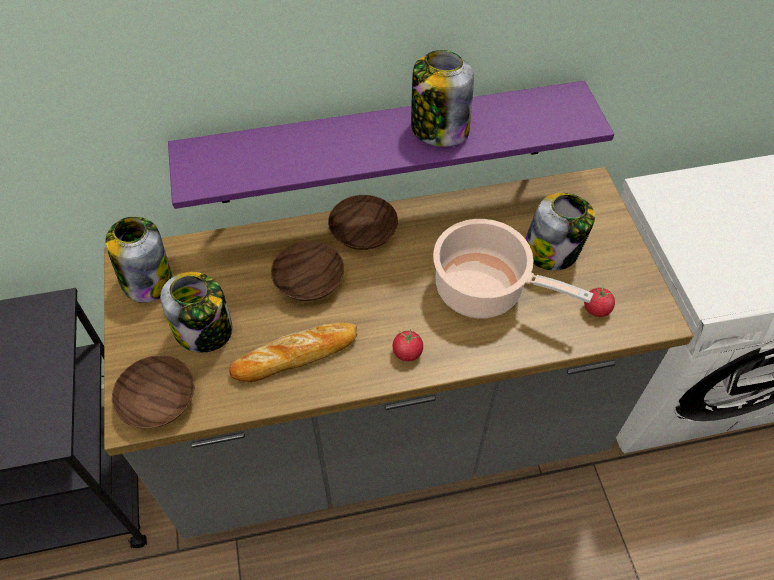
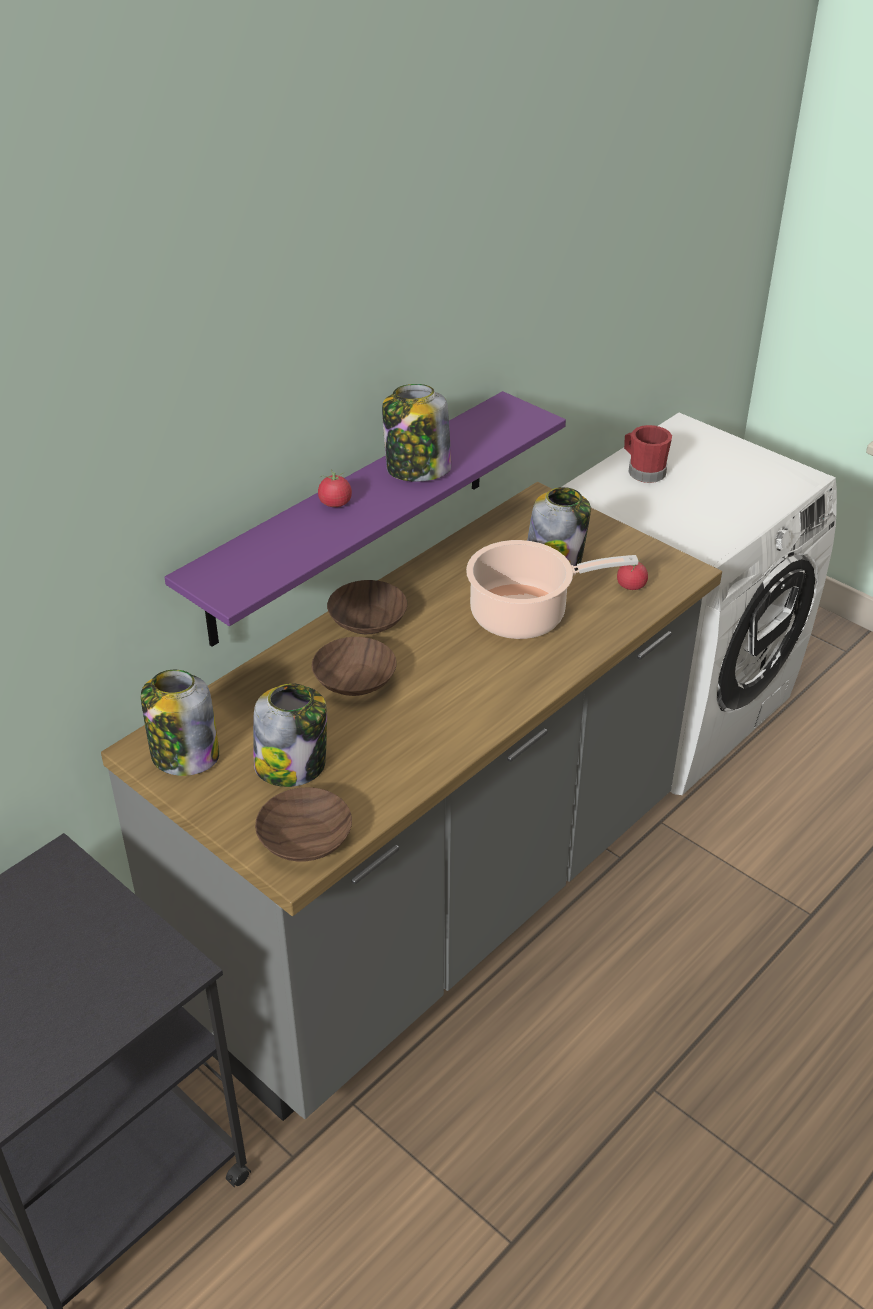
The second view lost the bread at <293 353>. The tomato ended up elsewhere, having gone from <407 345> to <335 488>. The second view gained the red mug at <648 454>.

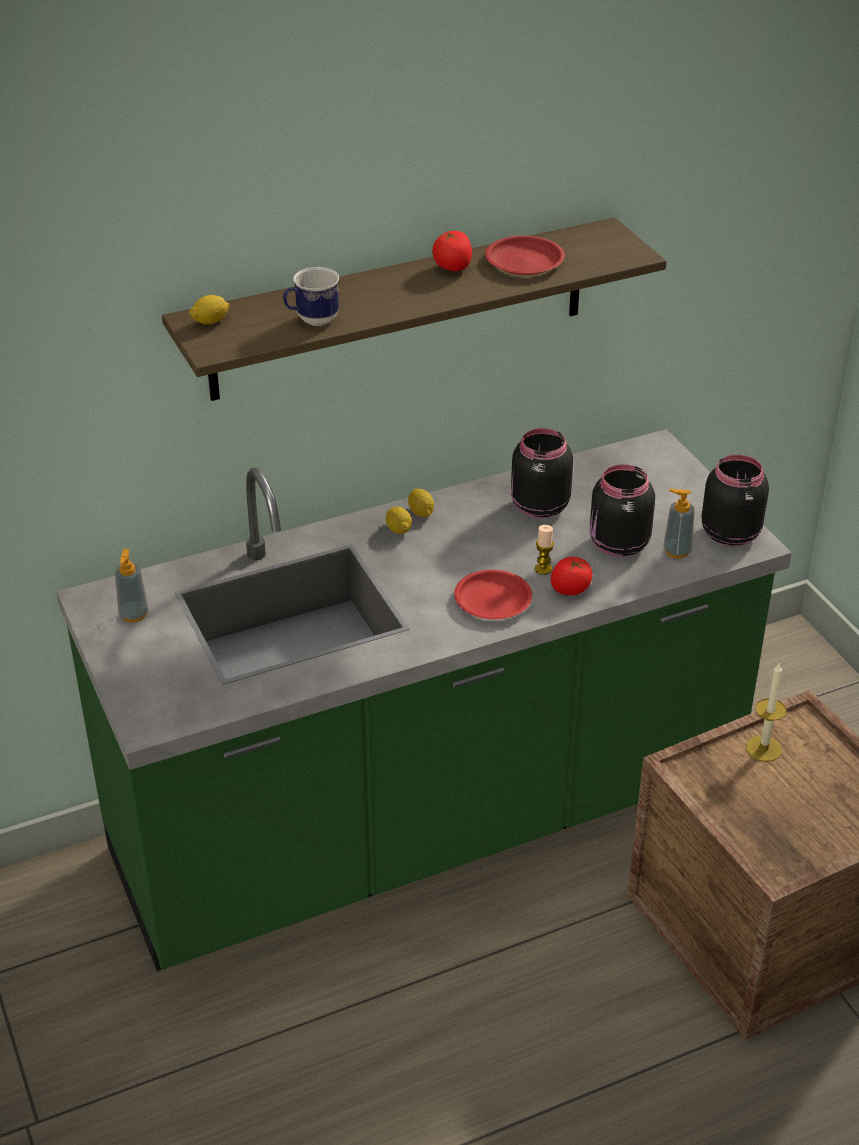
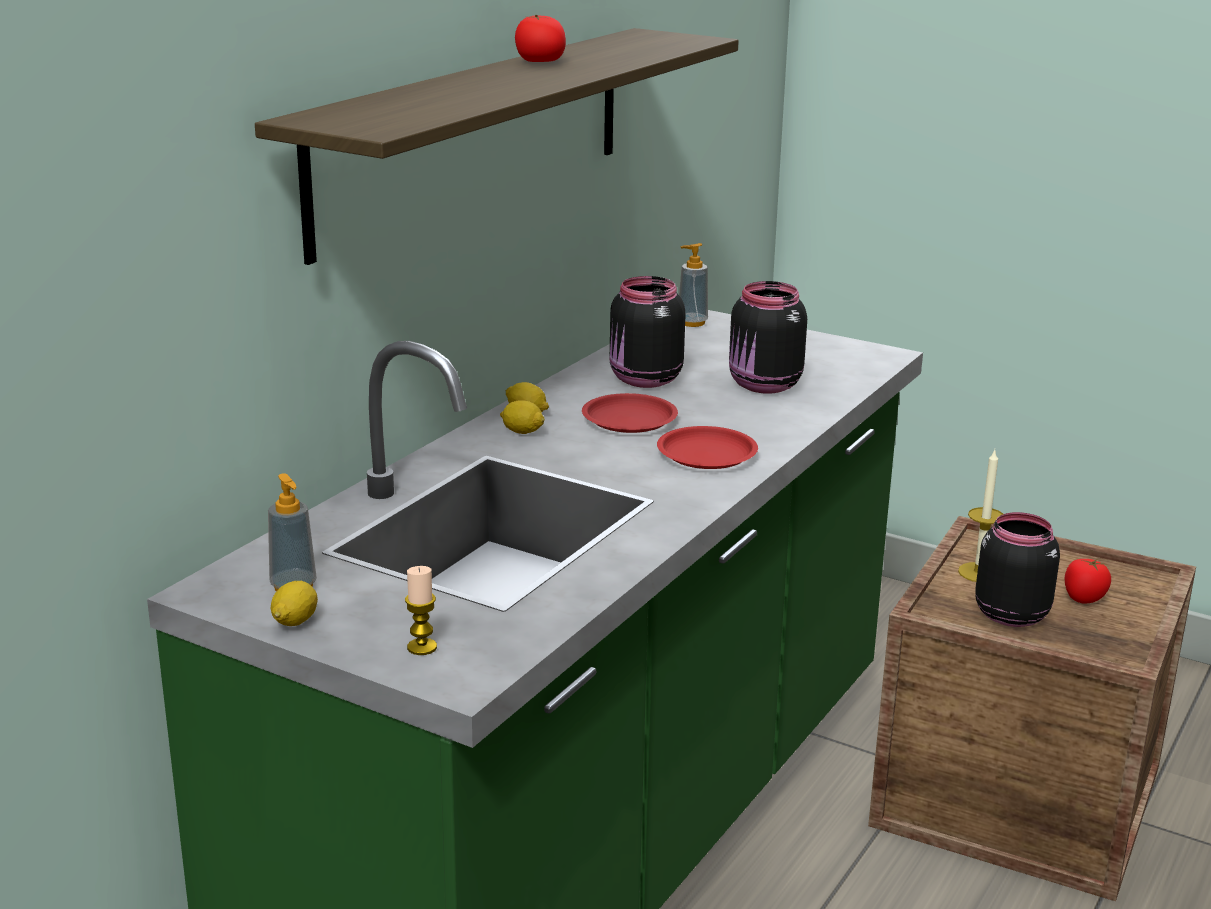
The red plate ended up elsewhere, having gone from <525 255> to <630 413>. The second view lost the mug at <311 296>. The lemon ended up elsewhere, having gone from <209 309> to <294 603>. The black jar ended up elsewhere, having gone from <735 501> to <1017 569>. The soap dispenser ended up elsewhere, having gone from <679 523> to <693 285>. The candle ended up elsewhere, having gone from <544 550> to <421 610>. The tomato ended up elsewhere, having gone from <571 576> to <1088 581>.

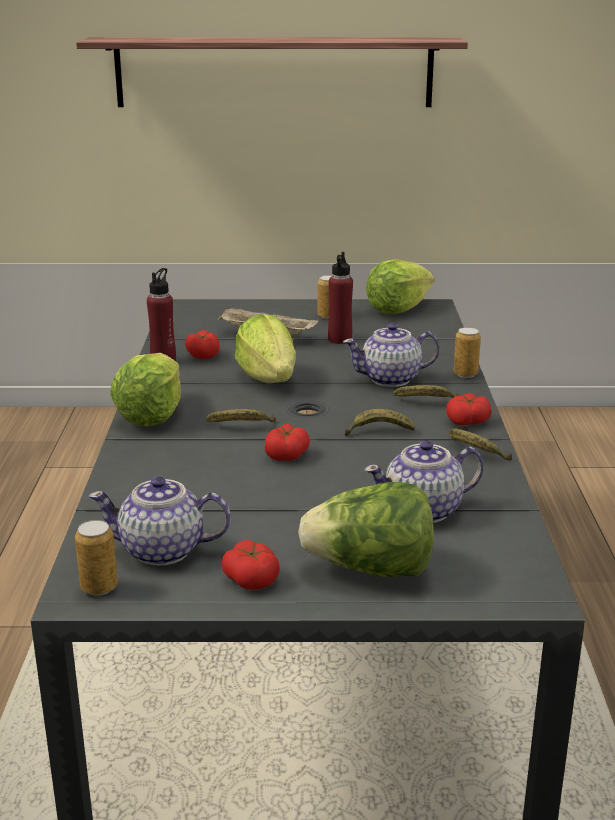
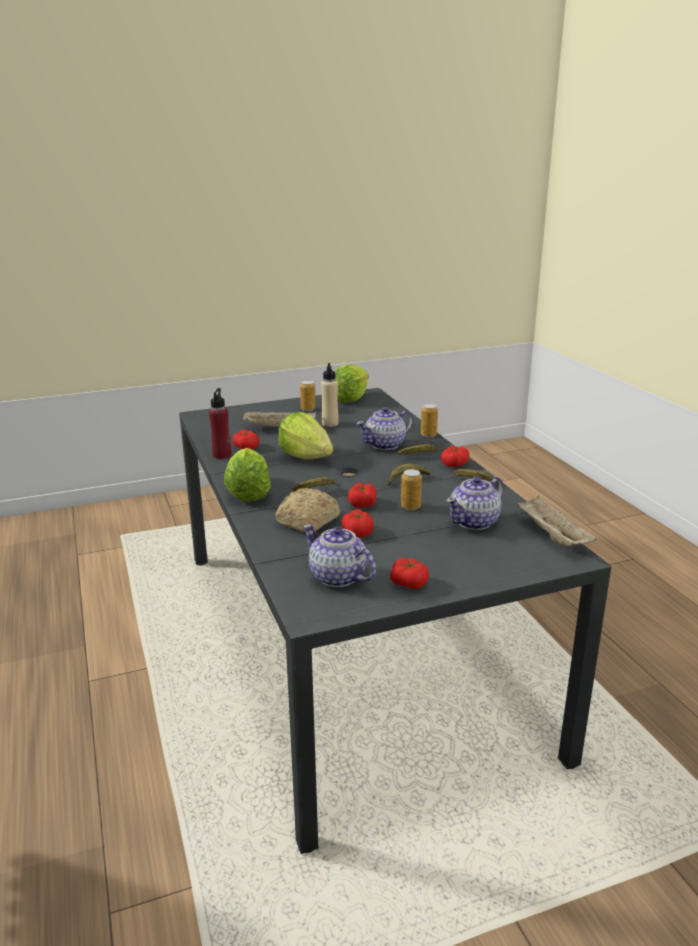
The second view lost the shelf at <272 72>. What was the red bottle at <340 298> turned into the beige bottle at <330 395>. The teapot at <159 521> ended up facing another way, 60 degrees clockwise from before. The second view lost the lettuce at <366 529>. The can ended up elsewhere, having gone from <96 558> to <411 489>. The second view gained the bread at <307 510>. The second view gained the beige tray at <556 521>. The second view gained the tomato at <357 523>.

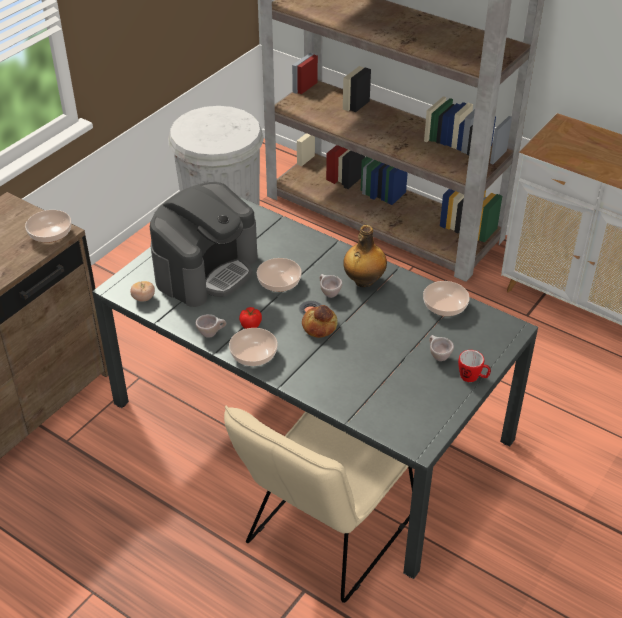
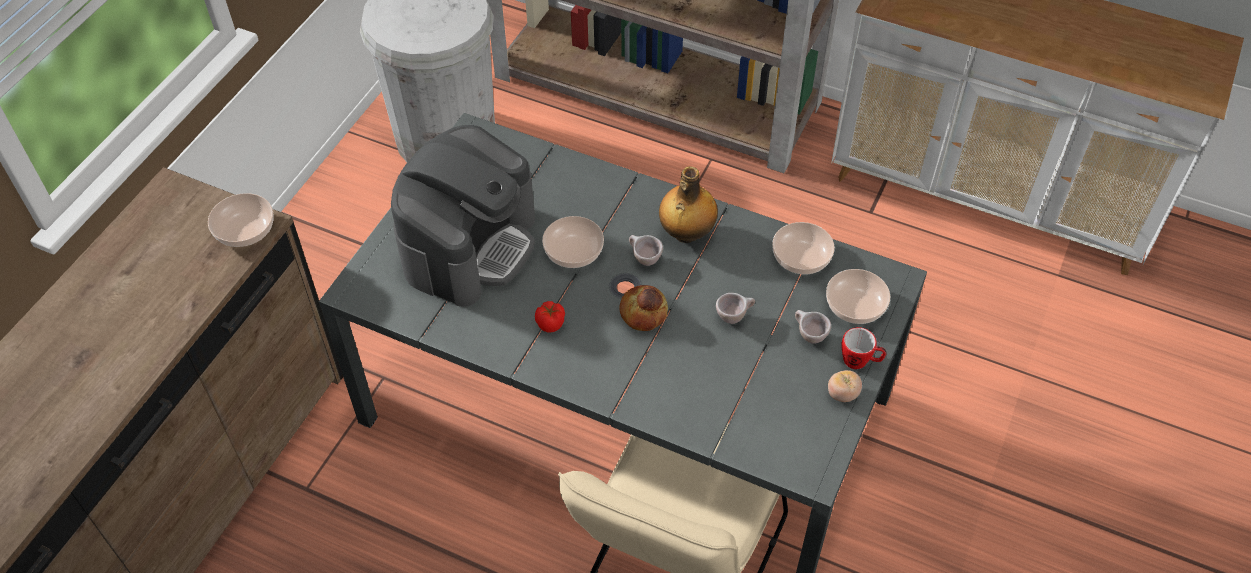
The tomato ended up elsewhere, having gone from <142 291> to <845 386>. The beige cup ended up elsewhere, having gone from <211 326> to <735 308>. The bowl ended up elsewhere, having gone from <253 347> to <858 296>.

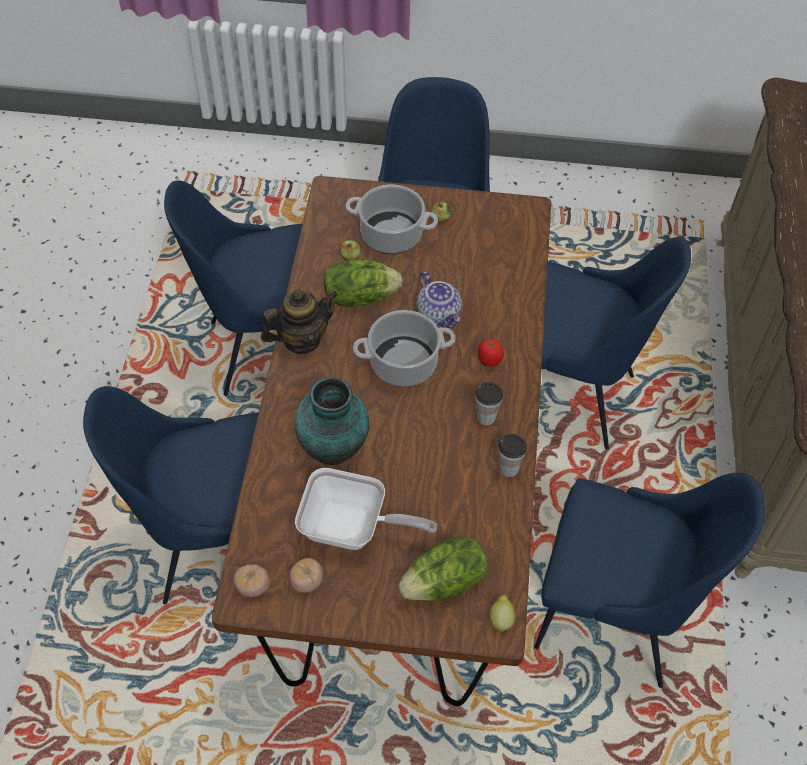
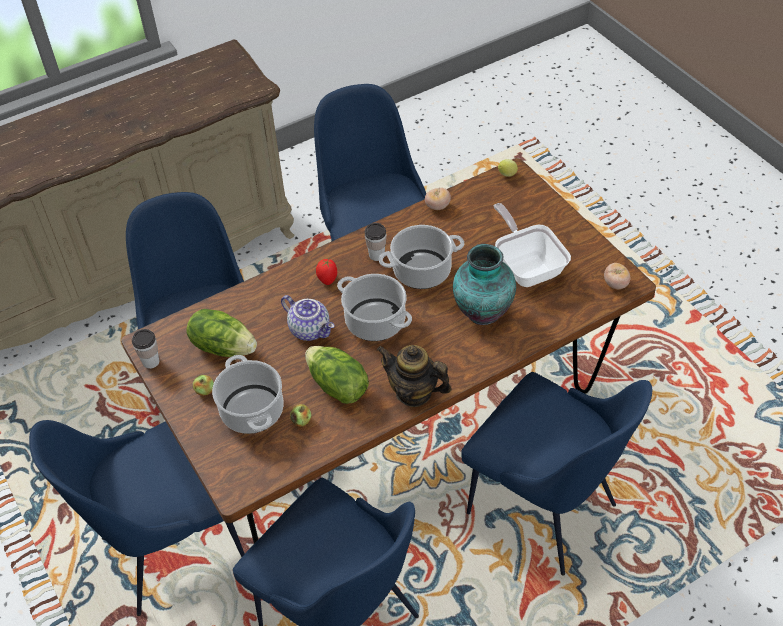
The teapot at <439 300> ended up facing another way, 105 degrees clockwise from before. The cup ended up elsewhere, having gone from <512 455> to <145 349>. The lettuce ended up elsewhere, having gone from <443 569> to <221 333>. The tomato ended up elsewhere, having gone from <306 575> to <438 199>. The second view gained the cooking pot at <421 257>.

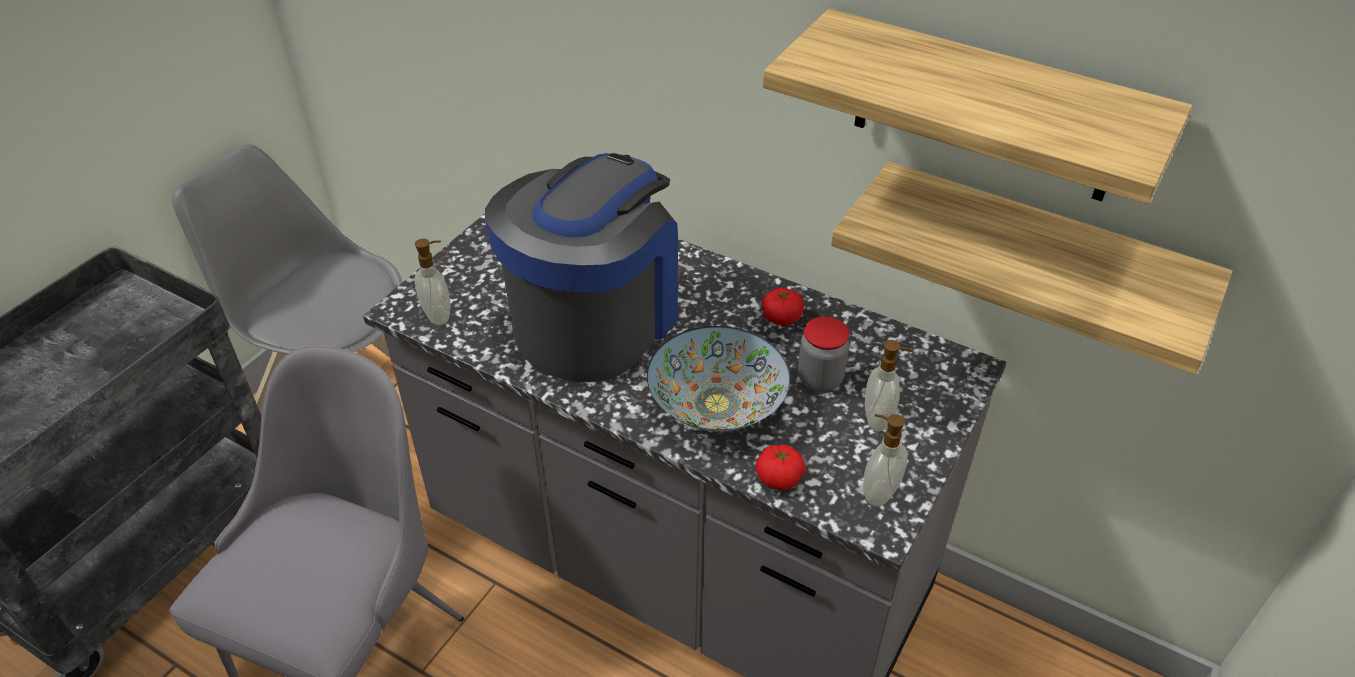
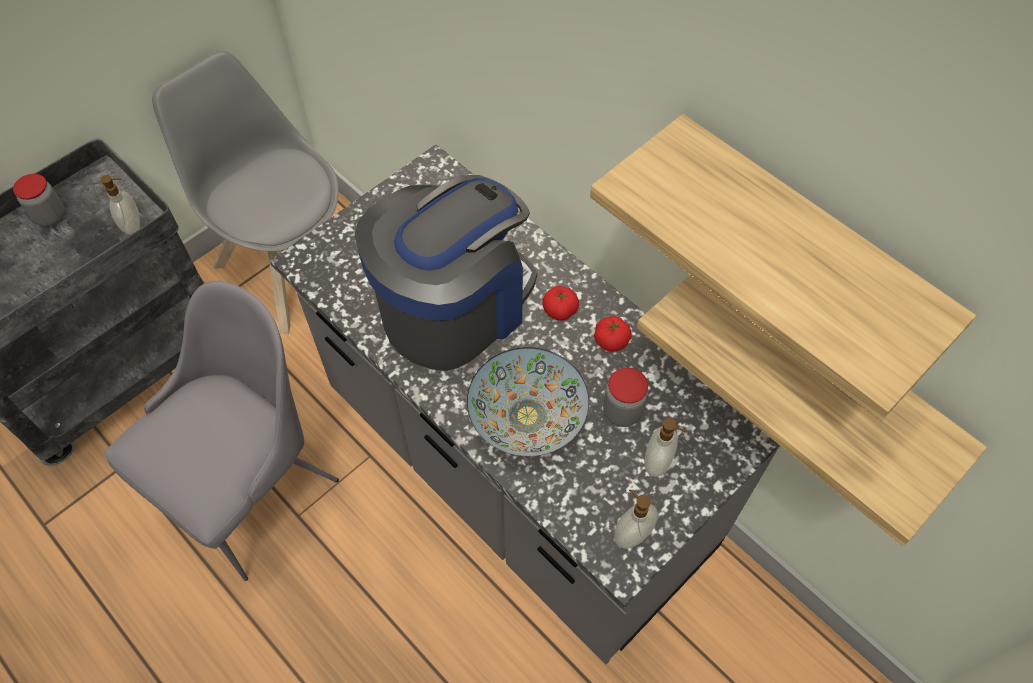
The soap dispenser ended up elsewhere, having gone from <433 282> to <120 205>. The tomato ended up elsewhere, having gone from <780 467> to <560 303>. The second view gained the jar at <39 200>.

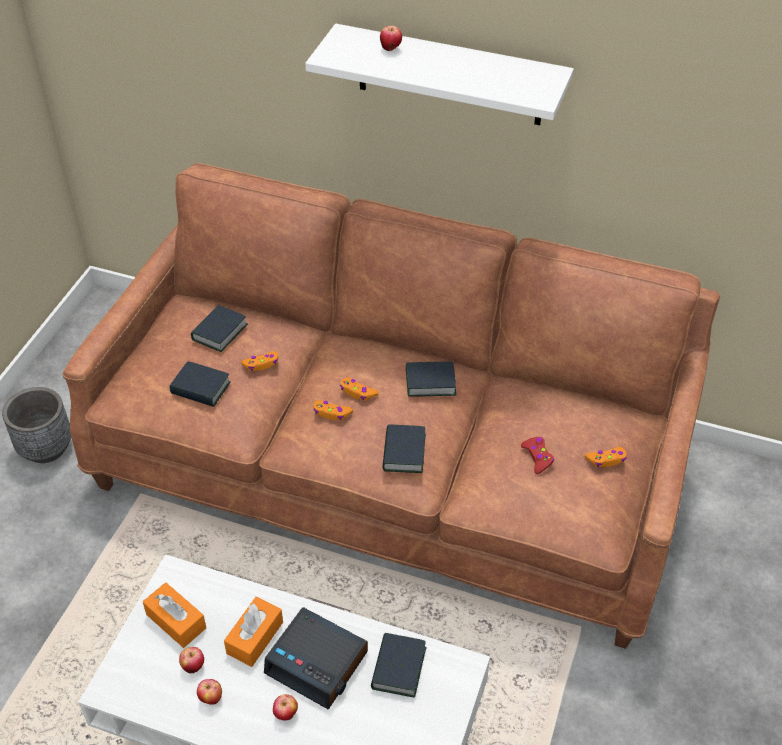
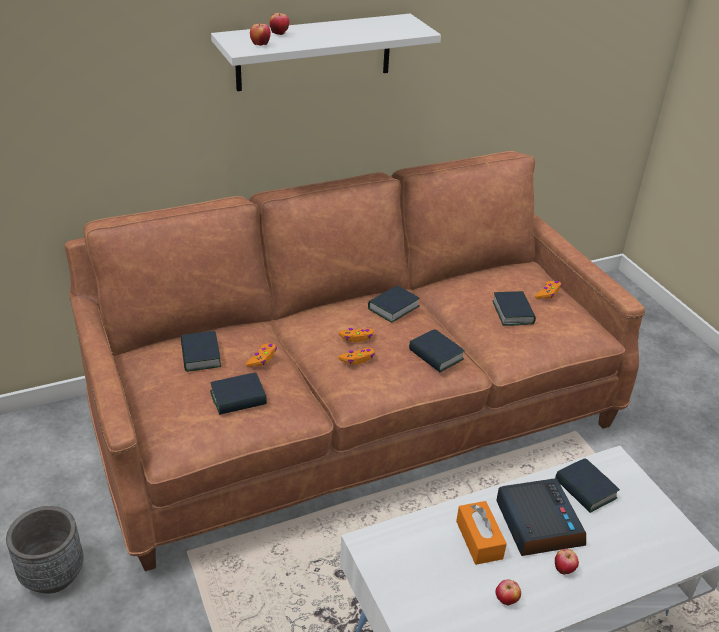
Where the red game controller stood at <537 455>, the book came to stand at <514 308>. The second view lost the orange tissue box at <174 615>. The alarm clock at <316 658> ended up facing another way, 90 degrees counterclockwise from before. The apple ended up elsewhere, having gone from <191 660> to <260 34>.

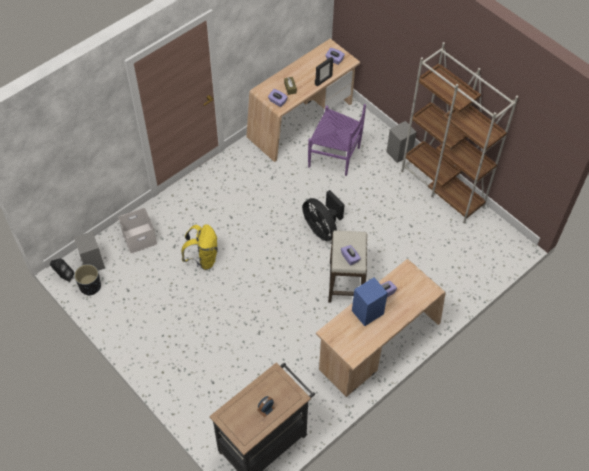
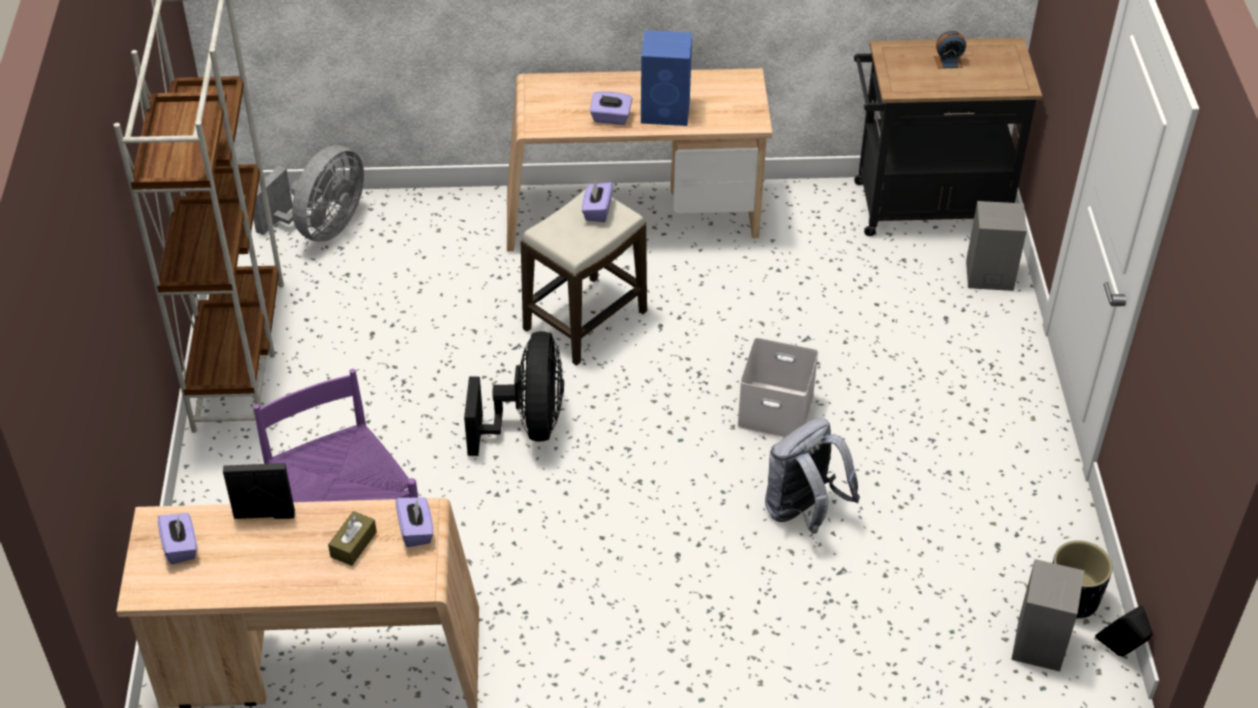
The grey speaker ended up elsewhere, having gone from <401 142> to <996 246>. The white storage box ended up elsewhere, having gone from <137 231> to <778 388>. What was the yellow backpack at <199 247> turned into the grey backpack at <812 476>. The second view gained the grey fan at <308 193>.

